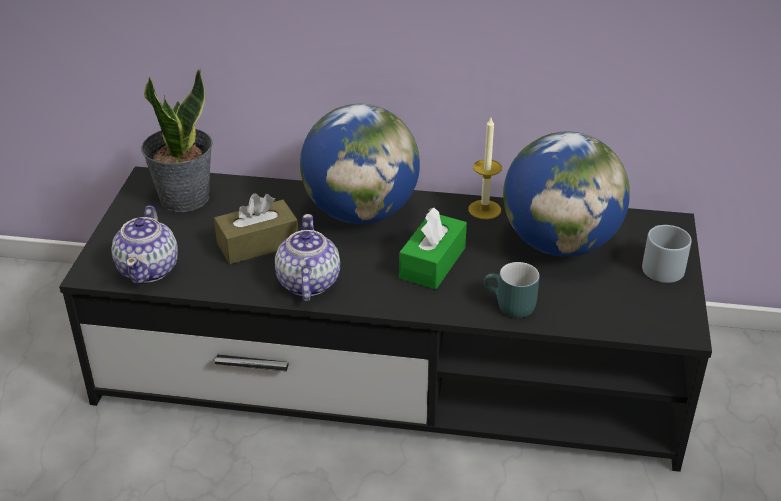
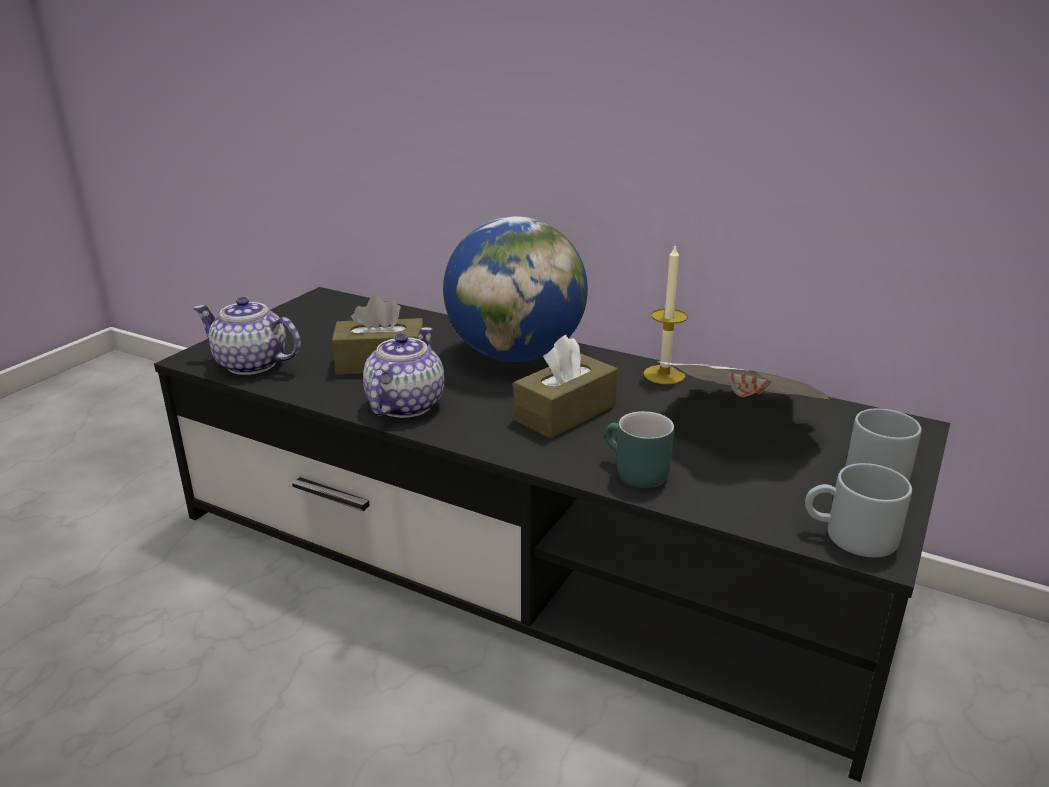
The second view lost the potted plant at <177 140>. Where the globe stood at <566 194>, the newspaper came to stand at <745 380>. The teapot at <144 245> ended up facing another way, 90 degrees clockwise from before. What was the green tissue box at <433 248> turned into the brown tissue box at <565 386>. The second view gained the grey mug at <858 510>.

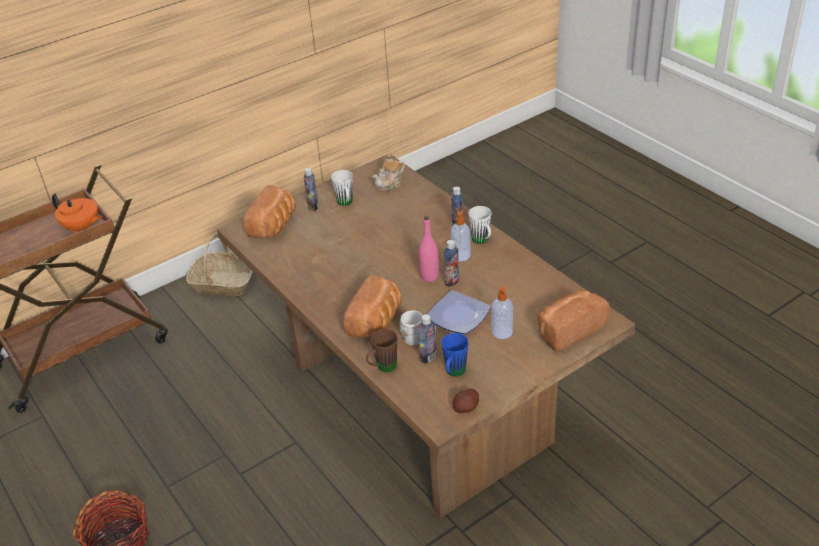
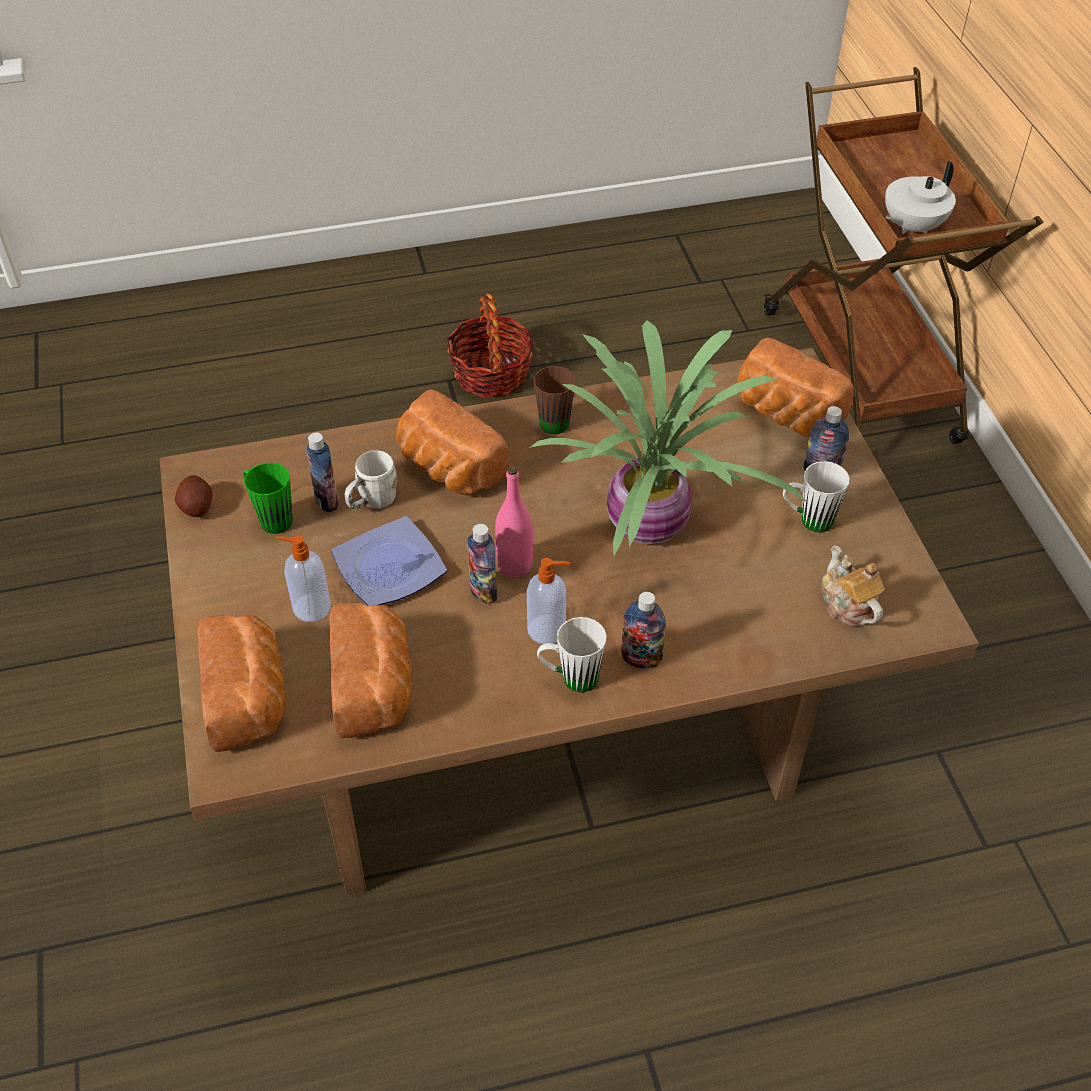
What was the orange teapot at <77 213> turned into the white teapot at <920 197>. The second view lost the basket at <219 265>. The brown mug ended up elsewhere, having gone from <382 350> to <555 400>. What was the blue mug at <454 355> turned into the green mug at <268 498>. The second view gained the potted plant at <668 437>. The second view gained the bread at <371 670>.

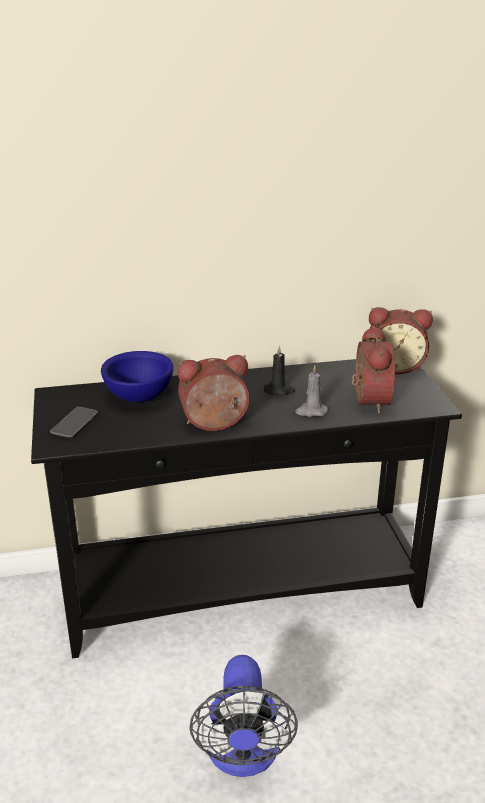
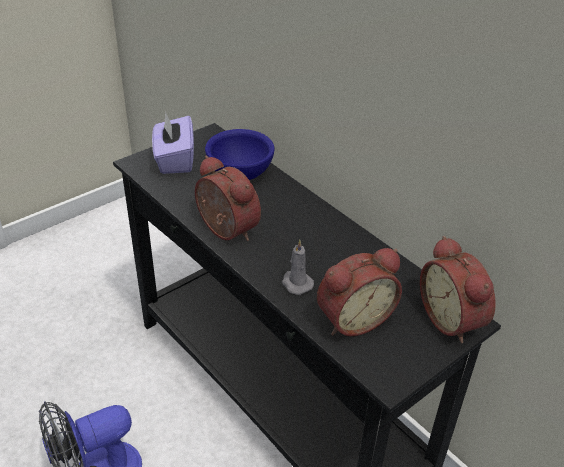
The second view lost the black candle at <279 370>. Where the phone stood at <74 422>, the purple tissue box came to stand at <173 143>.

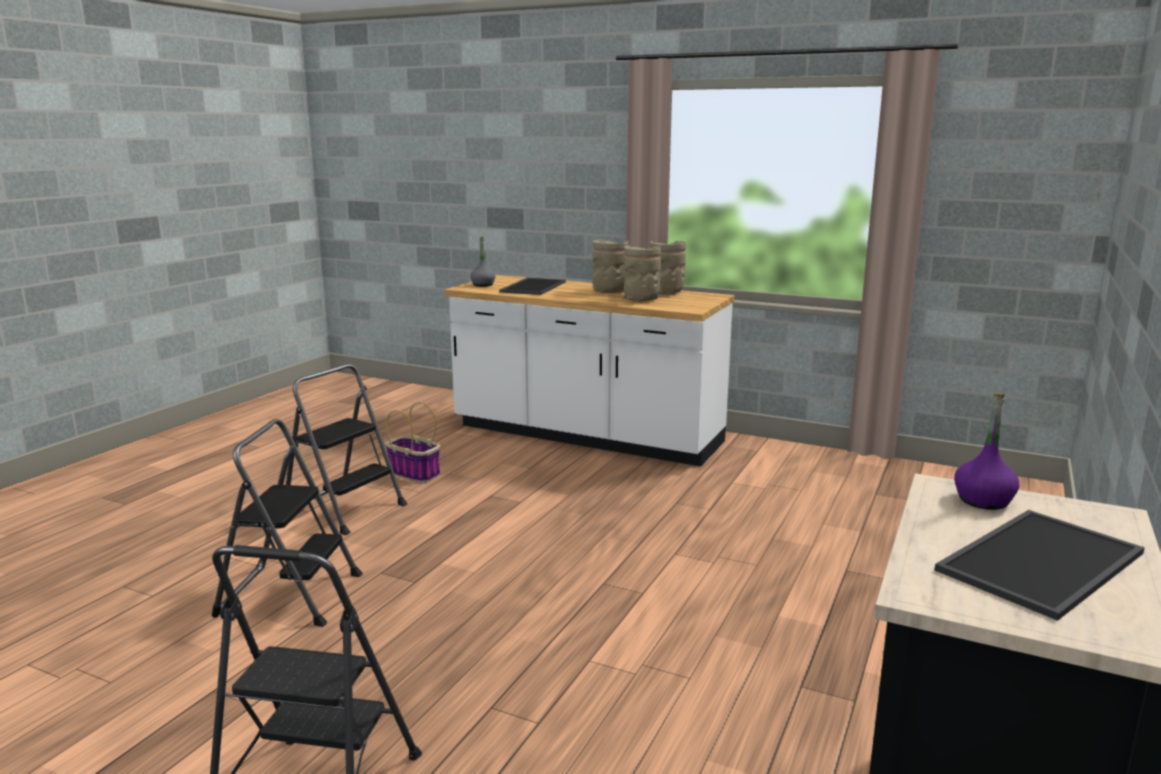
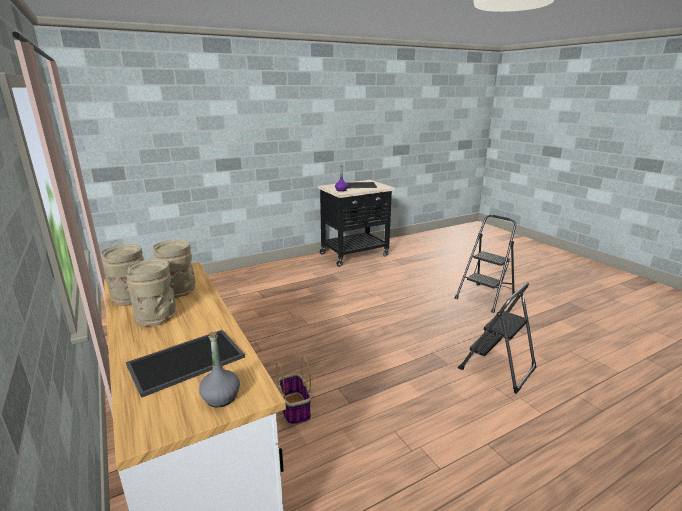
The second view lost the black step ladder at <347 449>. The basket ended up elsewhere, having gone from <412 442> to <293 390>.

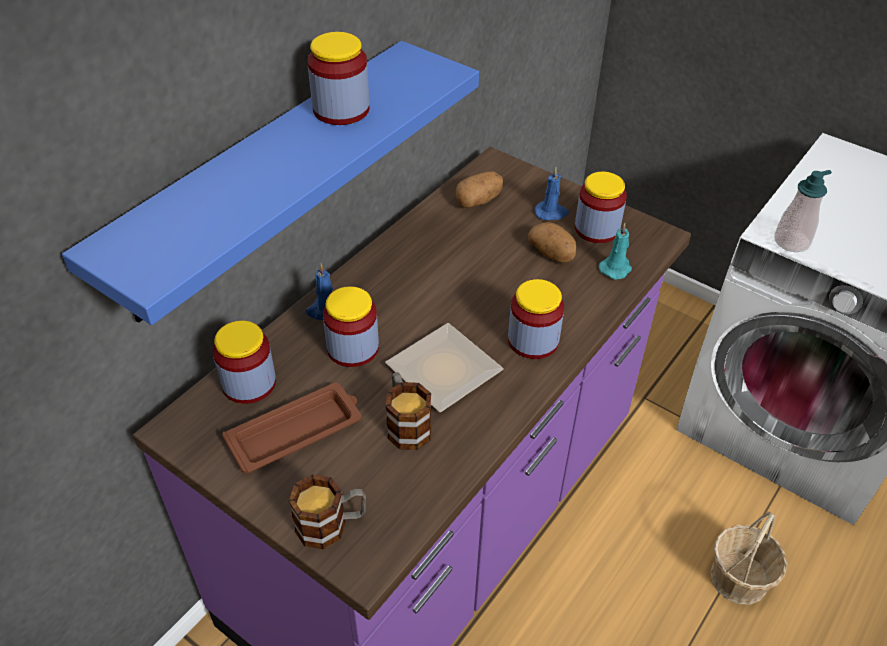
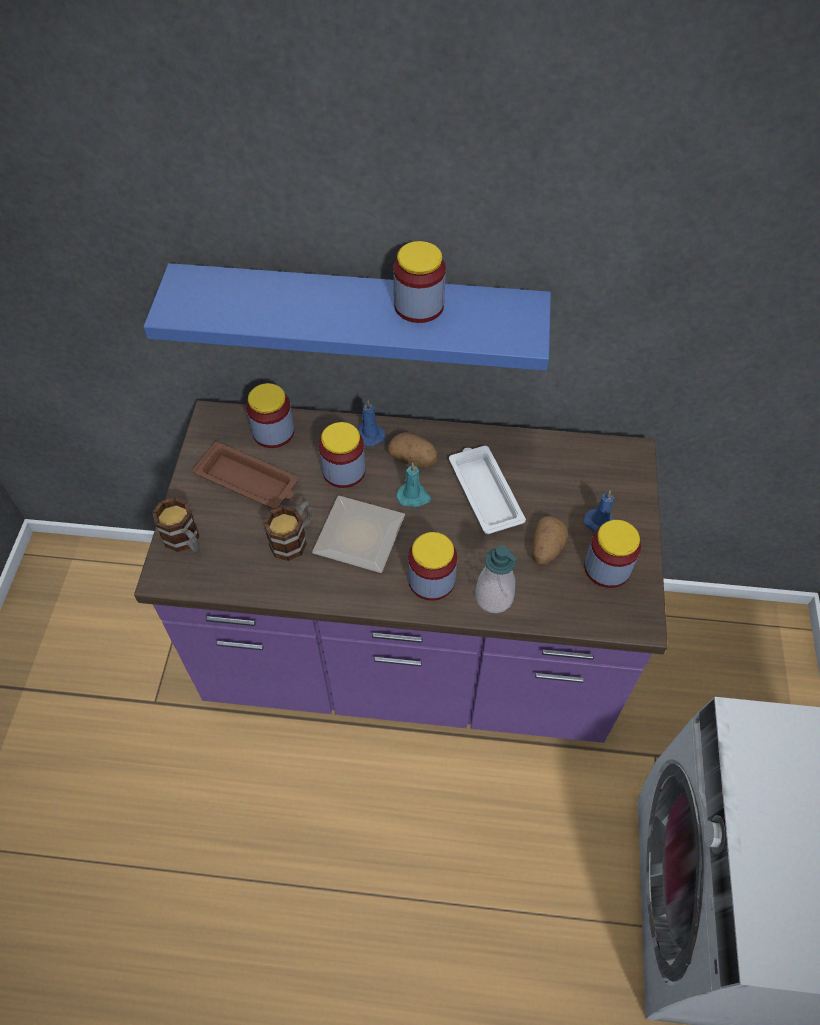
The soap dispenser ended up elsewhere, having gone from <803 211> to <496 579>. The potato ended up elsewhere, having gone from <479 190> to <412 449>. The turquoise candle ended up elsewhere, having gone from <615 251> to <414 485>. The second view lost the basket at <748 558>. The second view gained the white tray at <487 490>.

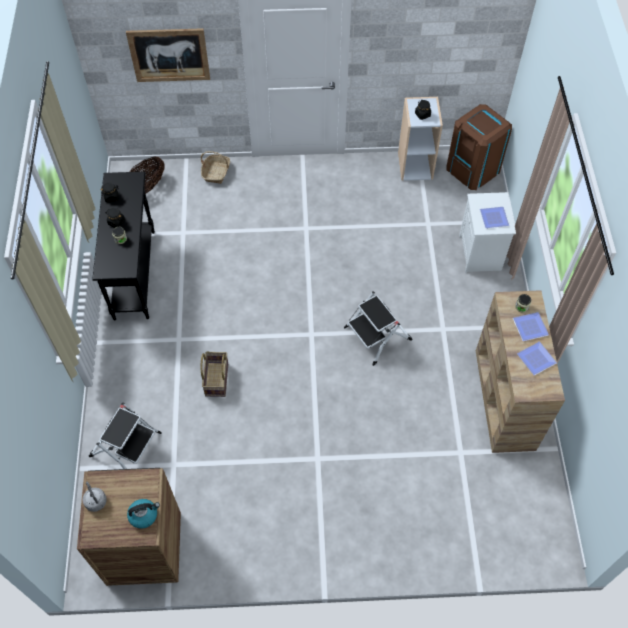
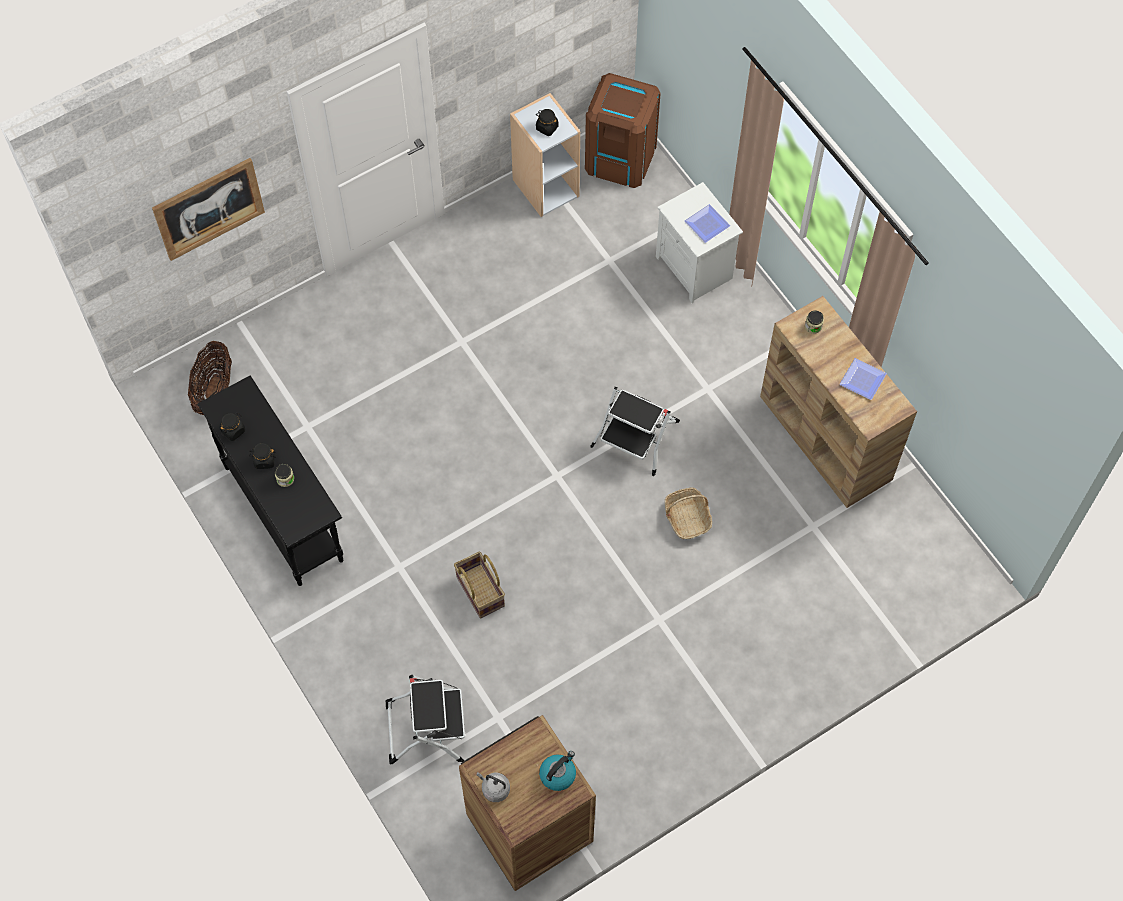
The basket ended up elsewhere, having gone from <215 167> to <688 513>. The second view lost the plate at <531 326>.

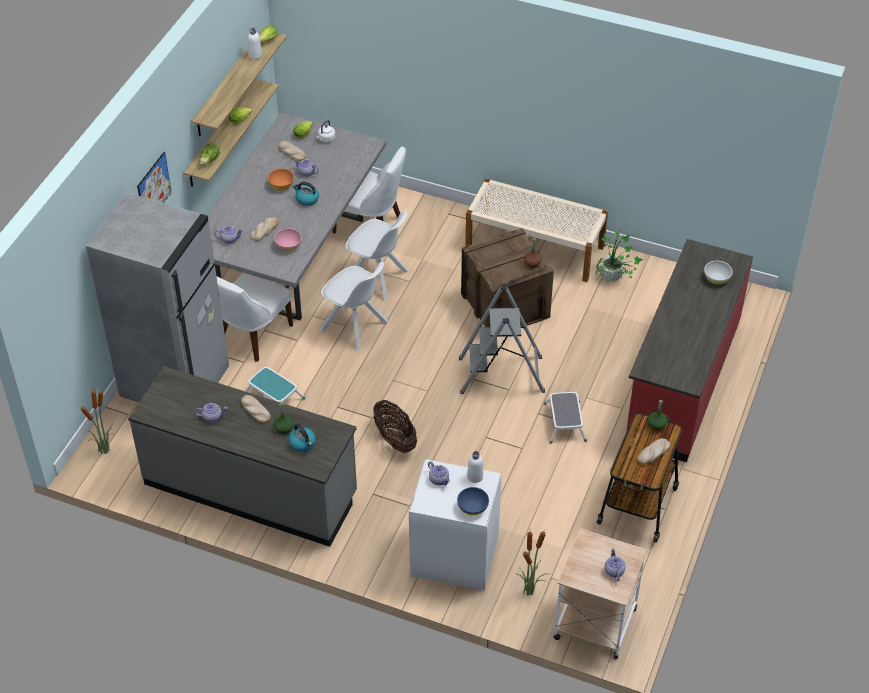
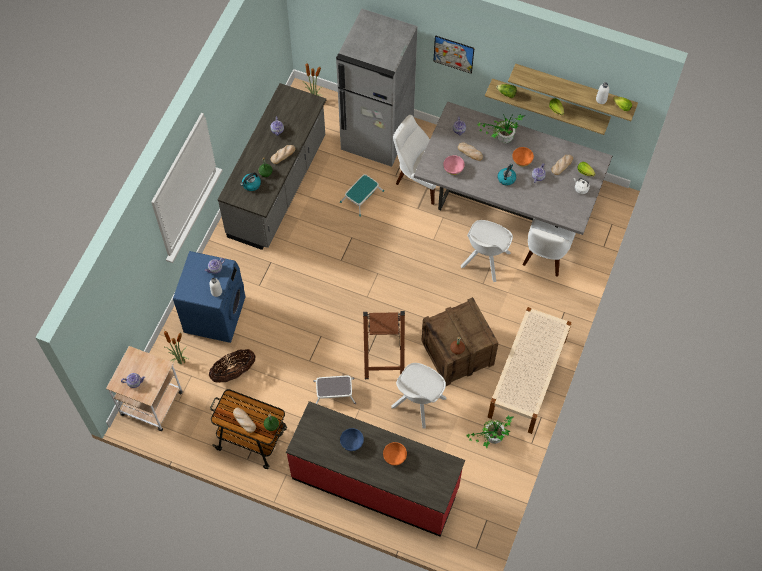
The white chair ended up elsewhere, having gone from <353 306> to <419 395>. The second view lost the white bowl at <718 272>. What was the grey step ladder at <502 339> turned into the brown step ladder at <384 345>. The basket ended up elsewhere, having gone from <395 426> to <232 366>. What was the white washing machine at <455 525> turned into the blue washing machine at <209 297>. The blue bowl ended up elsewhere, having gone from <473 501> to <352 439>. The second view gained the potted plant at <500 128>. The second view gained the orange bowl at <395 454>.

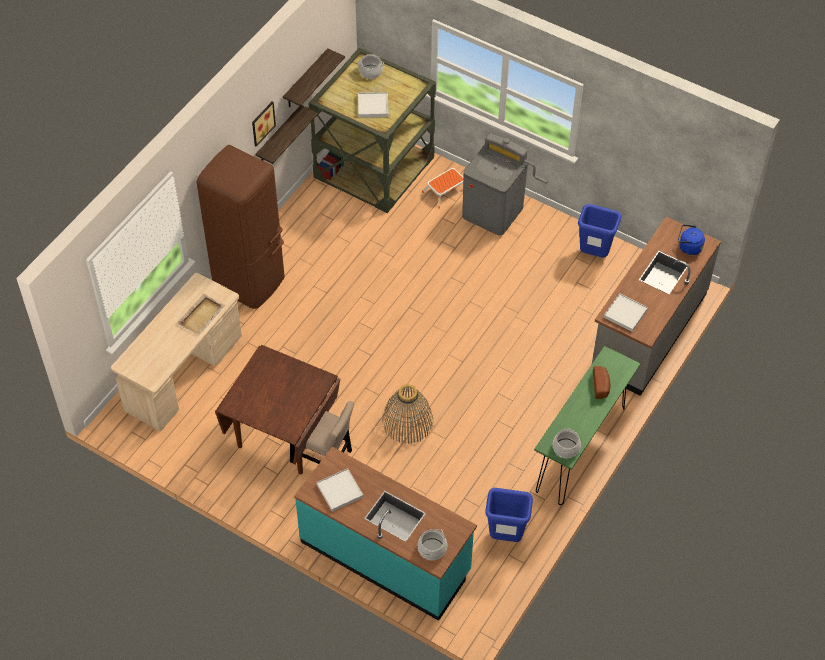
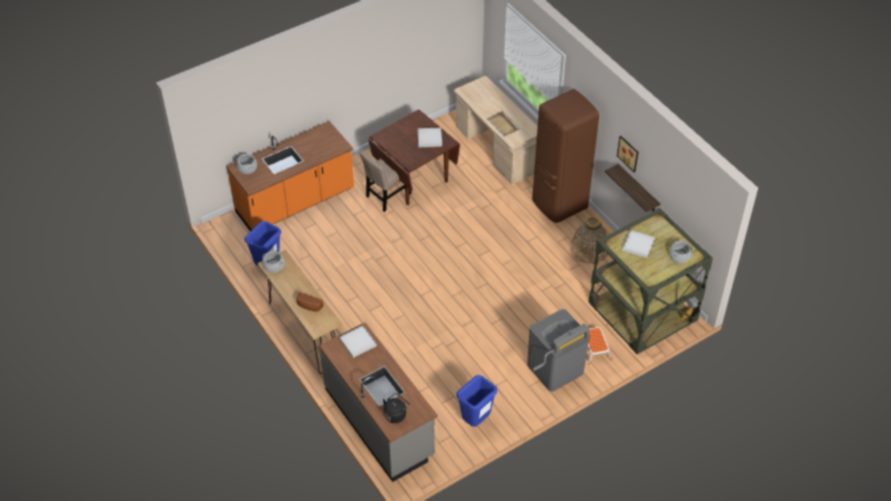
The second view lost the shelf at <314 78>. What was the blue kettle at <691 239> turned into the black kettle at <396 408>. What was the green console table at <587 425> turned into the brown console table at <300 312>. The basket ended up elsewhere, having gone from <407 414> to <589 240>. What was the turquoise counter at <385 534> turned into the orange counter at <290 176>. The white tray ended up elsewhere, having gone from <340 490> to <429 137>.

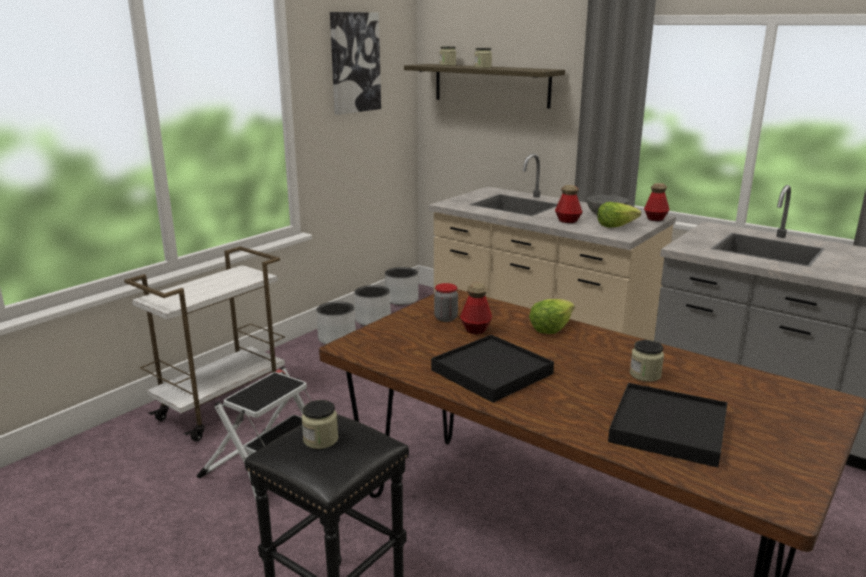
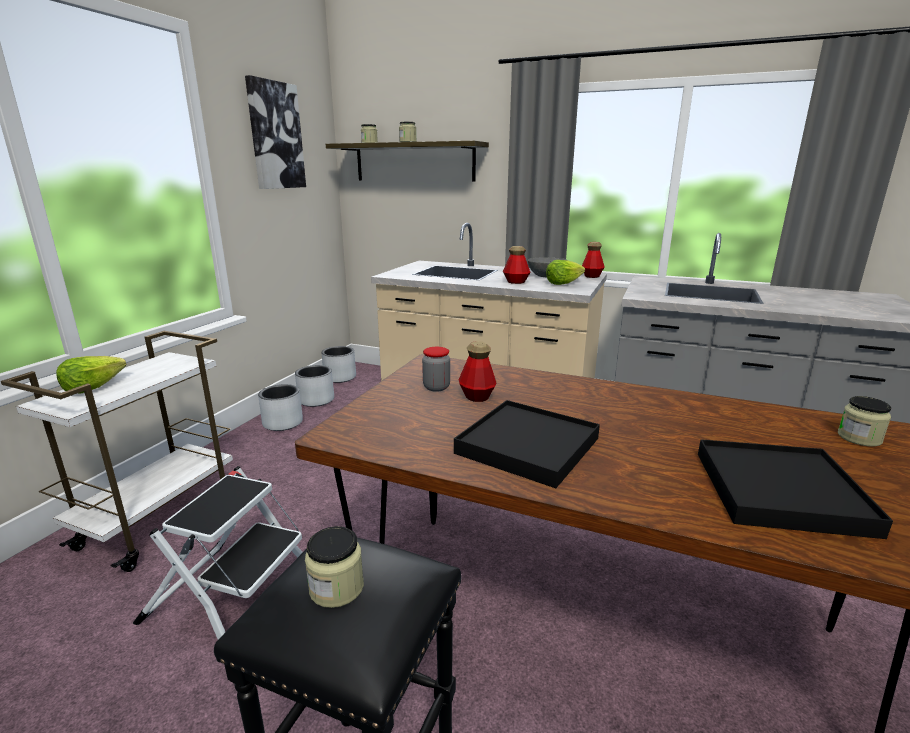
The lettuce ended up elsewhere, having gone from <552 316> to <91 374>. The jar ended up elsewhere, having gone from <647 361> to <864 421>.

